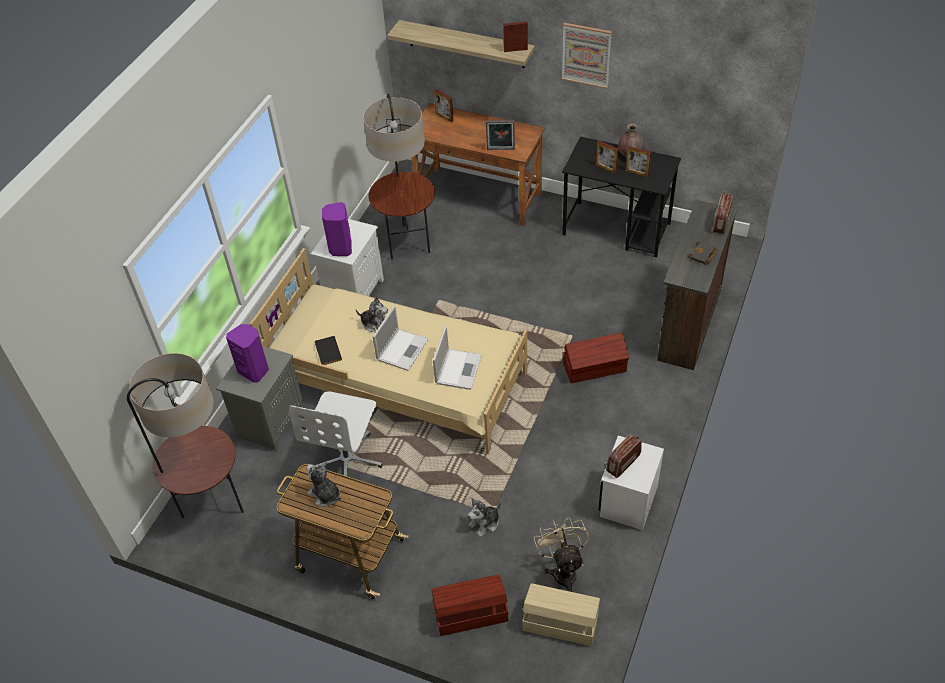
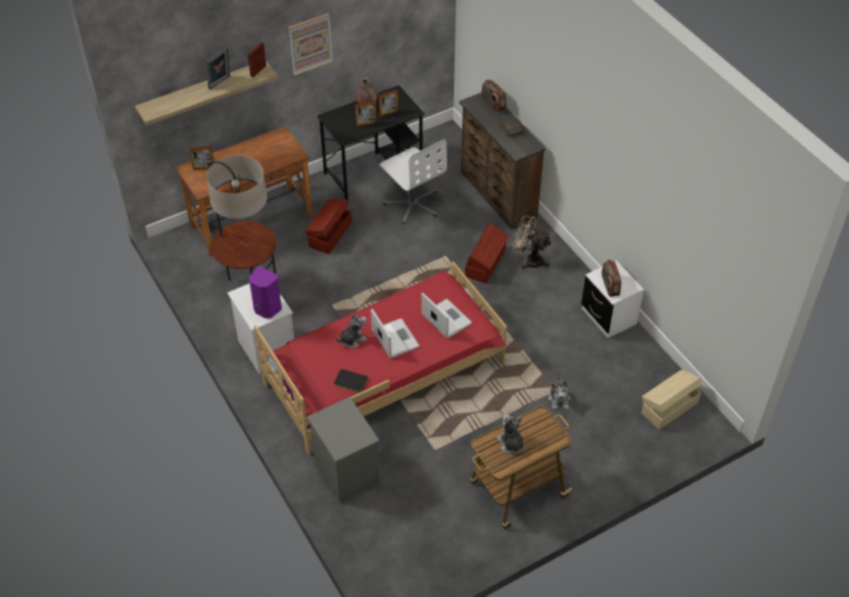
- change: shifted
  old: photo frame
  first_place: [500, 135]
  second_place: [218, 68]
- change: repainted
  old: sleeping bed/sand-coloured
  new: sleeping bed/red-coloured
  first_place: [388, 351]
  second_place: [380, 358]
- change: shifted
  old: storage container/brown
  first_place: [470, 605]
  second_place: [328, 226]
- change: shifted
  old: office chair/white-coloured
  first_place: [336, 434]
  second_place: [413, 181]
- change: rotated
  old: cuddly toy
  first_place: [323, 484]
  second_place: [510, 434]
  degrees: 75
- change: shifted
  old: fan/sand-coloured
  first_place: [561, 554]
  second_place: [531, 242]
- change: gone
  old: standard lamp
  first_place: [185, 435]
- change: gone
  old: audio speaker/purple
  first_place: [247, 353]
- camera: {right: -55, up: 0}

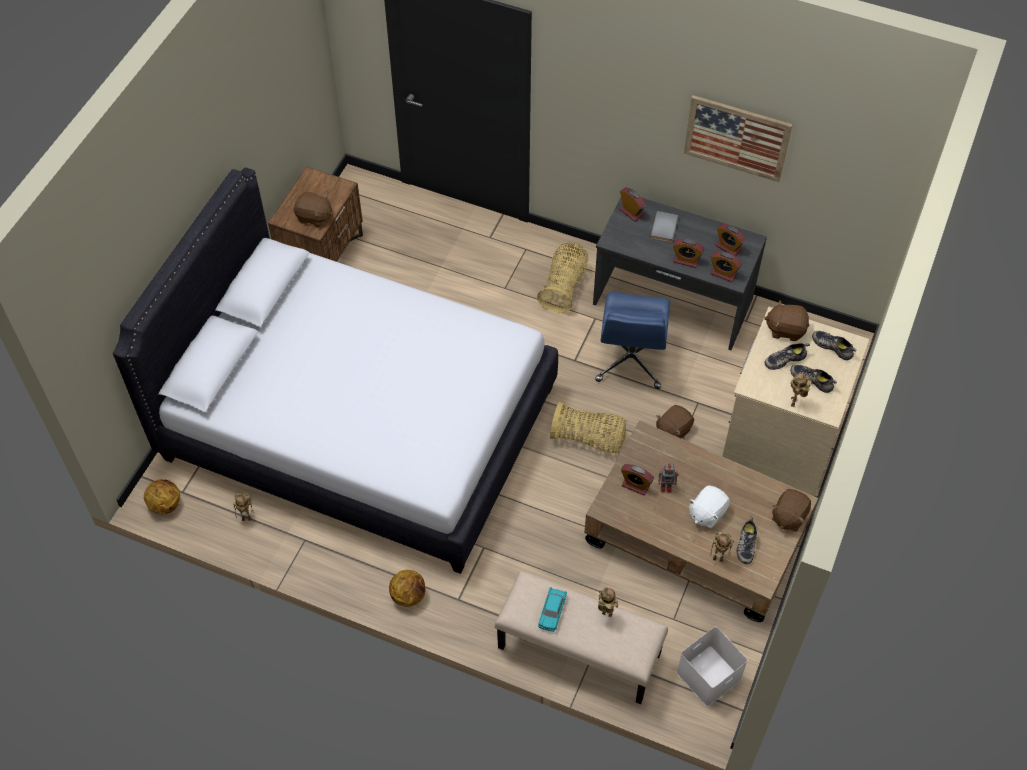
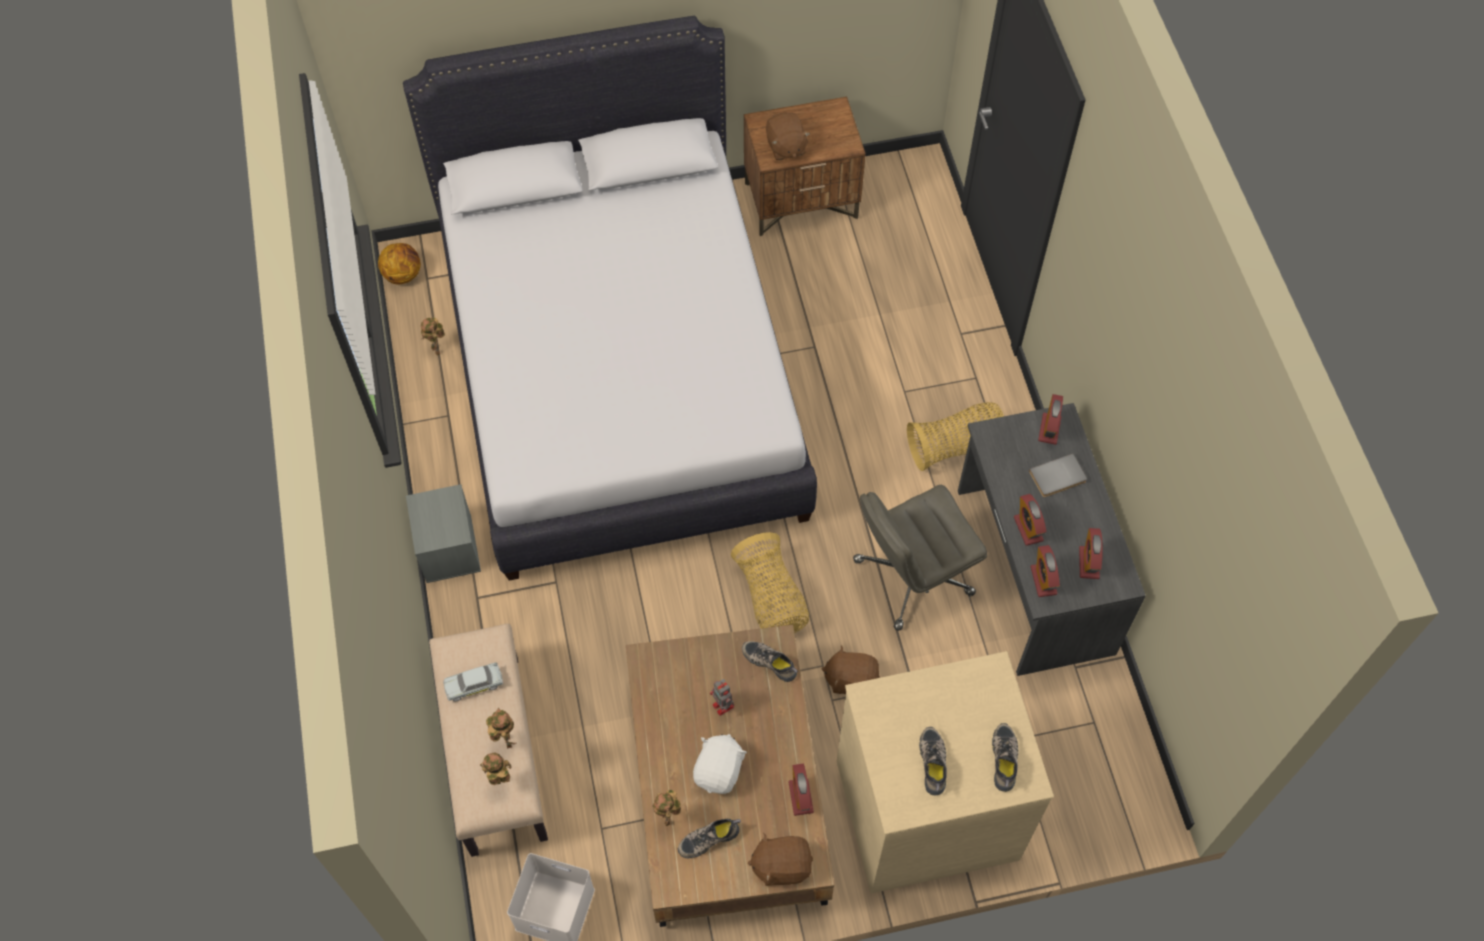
- change: swapped
  old: basketball
  new: storage container/grey
  first_place: [407, 588]
  second_place: [443, 533]
- change: repainted
  old: toy car/turquoise-coloured
  new: toy car/white-coloured
  first_place: [552, 609]
  second_place: [473, 681]
- change: shifted
  old: toy robot
  first_place: [801, 390]
  second_place: [495, 769]
- change: rotated
  old: cuddly toy/white-coloured
  first_place: [709, 507]
  second_place: [720, 764]
  degrees: 105
- change: shifted
  old: shoe
  first_place: [787, 356]
  second_place: [770, 661]
- change: shifted
  old: alarm clock
  first_place: [637, 480]
  second_place: [801, 790]
- change: repainted
  old: office chair/bluish
  new: office chair/grey
  first_place: [632, 340]
  second_place: [920, 558]
- change: gone
  old: wall picture
  first_place: [738, 138]
- change: gone
  old: cuddly toy/brown
  first_place: [786, 320]
- camera: {right: 55, up: 5}

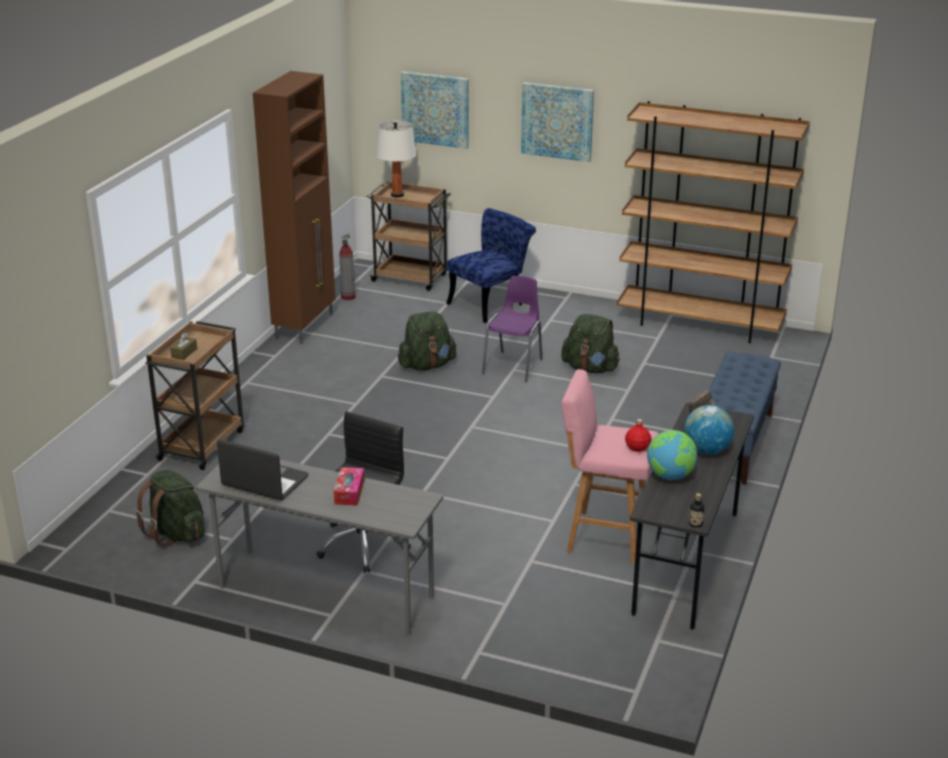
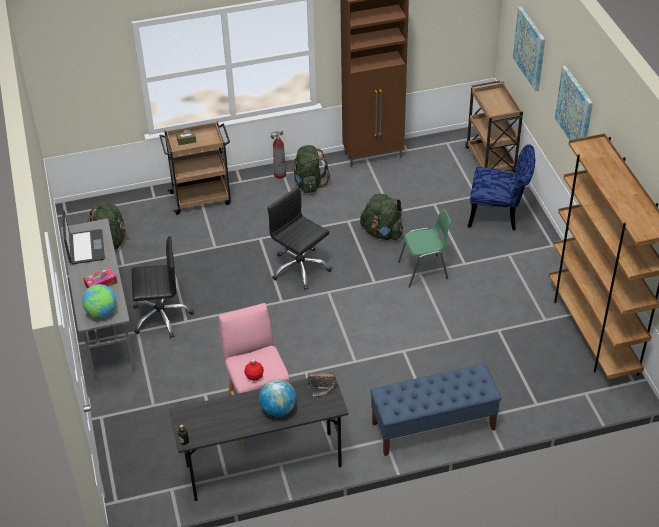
- change: shifted
  old: world globe
  first_place: [672, 455]
  second_place: [99, 301]
- change: new
  new: office chair/blackish
  second_place: [299, 238]
- change: shifted
  old: fire-fighting cylinder
  first_place: [347, 266]
  second_place: [278, 155]
- change: shifted
  old: knapsack/green
  first_place: [590, 344]
  second_place: [310, 169]
- change: repainted
  old: chair/purple
  new: chair/green
  first_place: [512, 329]
  second_place: [424, 248]
- change: gone
  old: lamp for a table/white-coloured
  first_place: [396, 159]
- camera: {right: 55, up: 15}

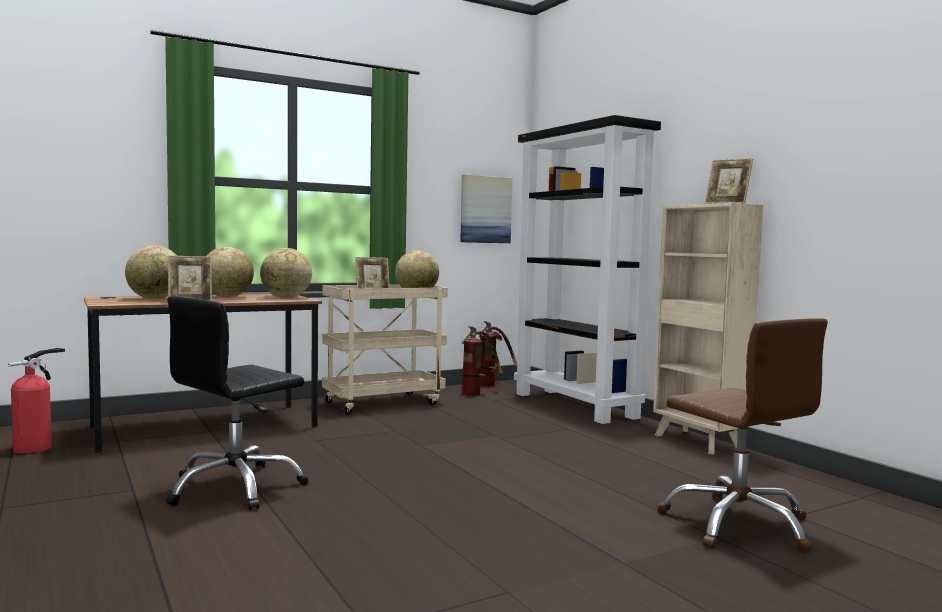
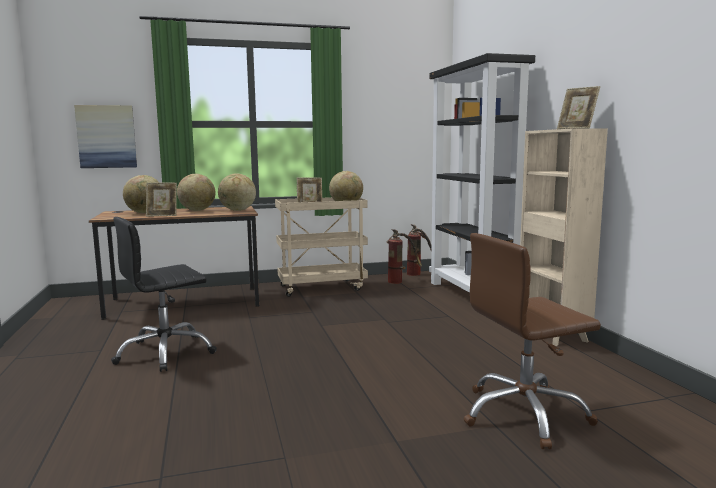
- change: shifted
  old: wall picture
  first_place: [486, 208]
  second_place: [105, 136]
- change: rotated
  old: office chair/brown
  first_place: [742, 435]
  second_place: [532, 341]
  degrees: 90
- change: gone
  old: fire-fighting cylinder
  first_place: [36, 400]
- camera: {right: 15, up: 5}

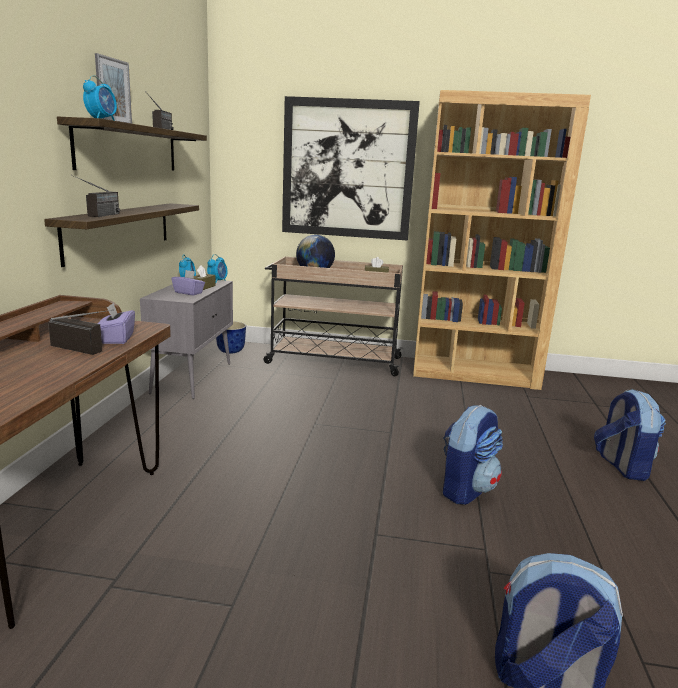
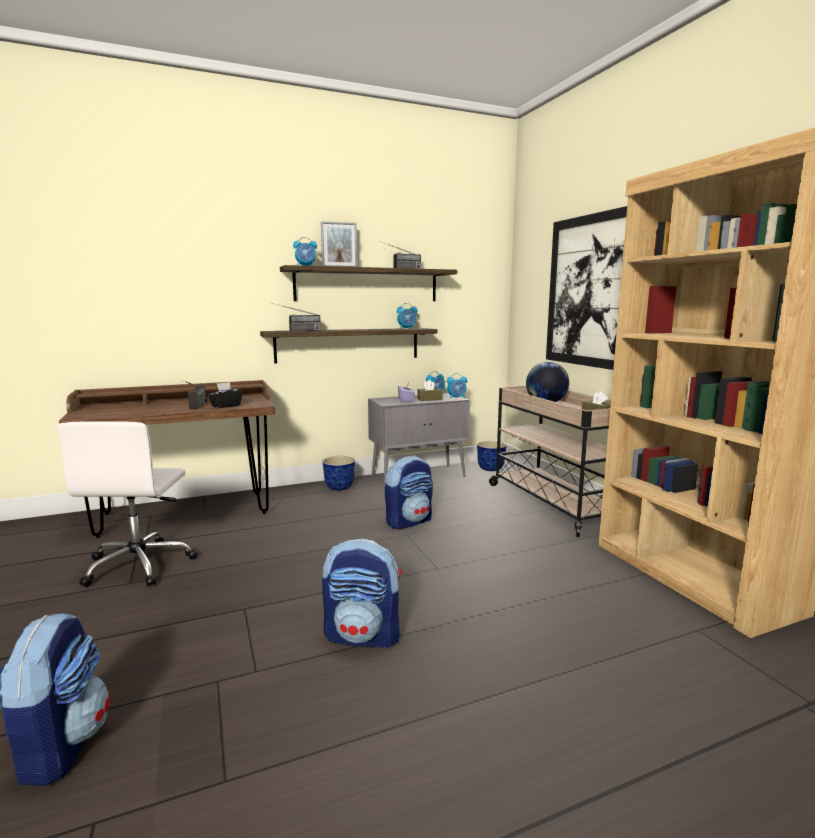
- change: new
  new: office chair/white-coloured
  second_place: [127, 504]
- change: repainted
  old: box of tissues/purple
  new: box of tissues/blackish
  first_place: [116, 323]
  second_place: [225, 395]
- change: new
  new: plant pot
  second_place: [339, 473]
- change: shifted
  old: knapsack
  first_place: [630, 435]
  second_place: [409, 492]
- change: new
  new: alarm clock
  second_place: [407, 316]
- camera: {right: 60, up: -5}

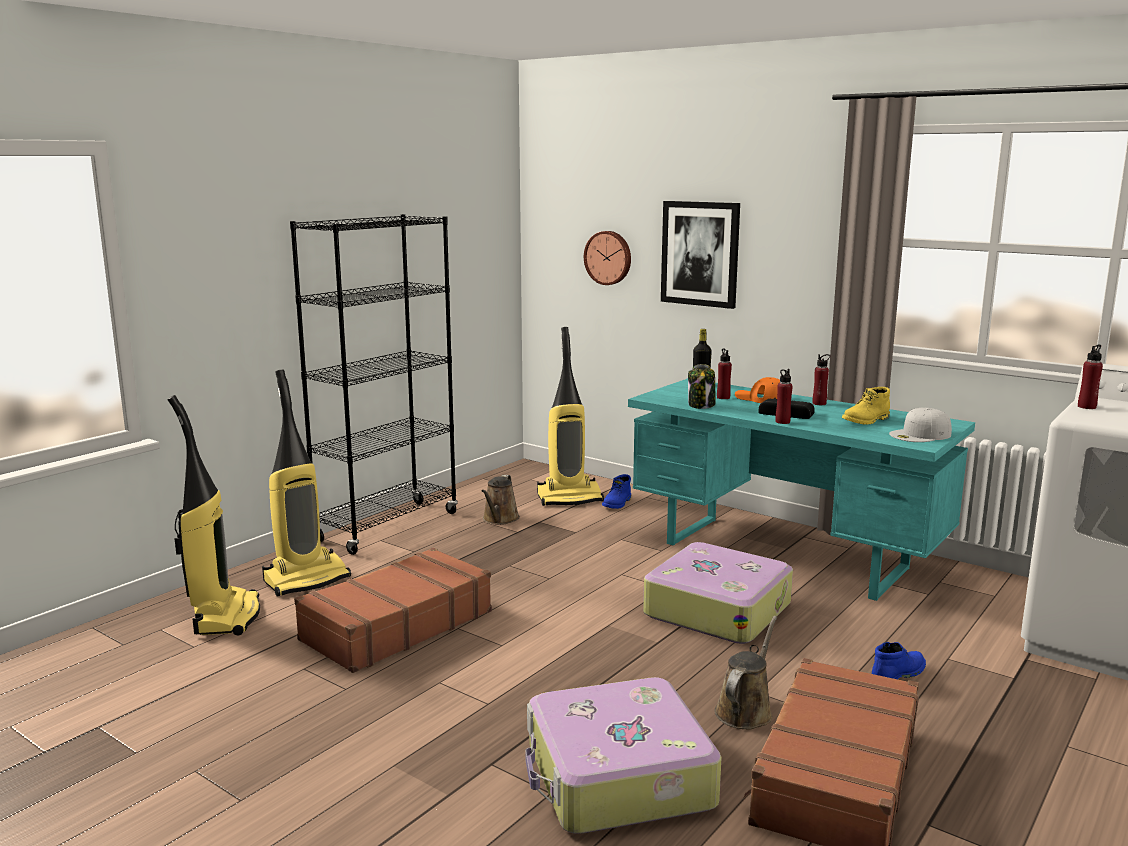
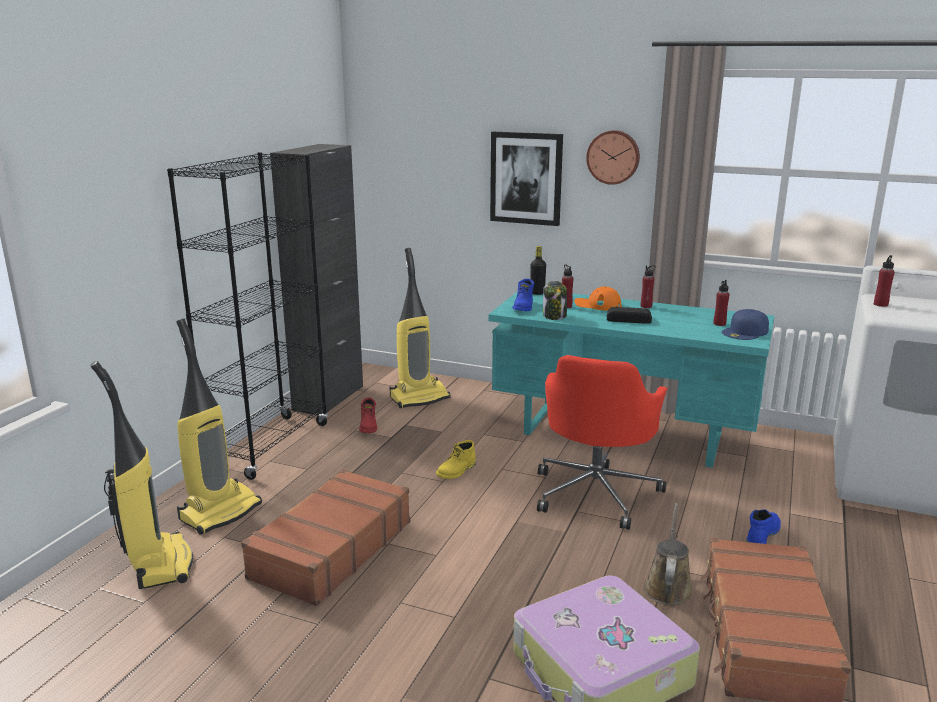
- change: new
  new: cupboard/blackish
  second_place: [316, 279]
- change: swapped
  old: watering pot/brown
  new: boot/red-coloured
  first_place: [500, 500]
  second_place: [368, 415]
- change: shifted
  old: boot/yellow
  first_place: [866, 405]
  second_place: [456, 459]
- change: shifted
  old: boot/bluish
  first_place: [616, 491]
  second_place: [523, 295]
- change: swapped
  old: travel case
  new: office chair/red-coloured
  first_place: [718, 593]
  second_place: [602, 442]
- change: shifted
  old: hanging clock
  first_place: [607, 258]
  second_place: [613, 157]
- change: shifted
  old: drink bottle/red-coloured
  first_place: [784, 396]
  second_place: [721, 303]
- change: repainted
  old: cap/white-coloured
  new: cap/bluish
  first_place: [920, 425]
  second_place: [745, 324]
- camera: {right: -15, up: 5}

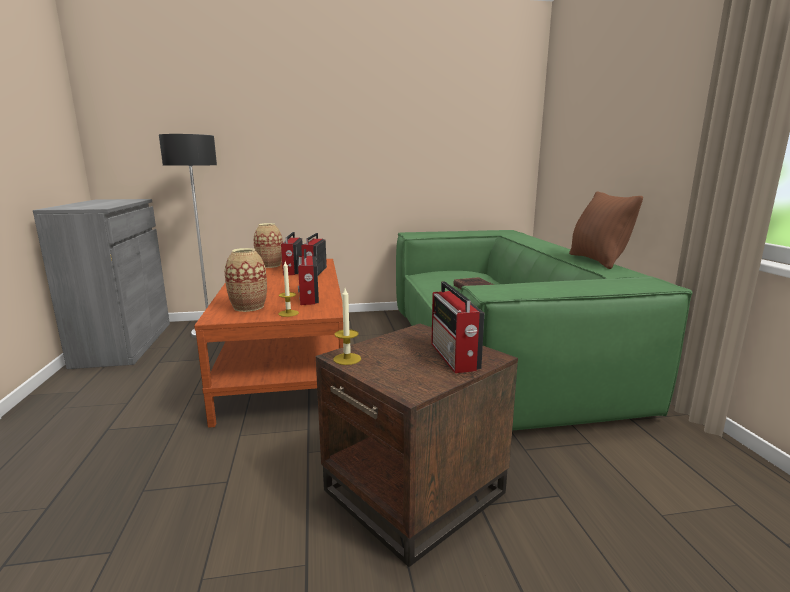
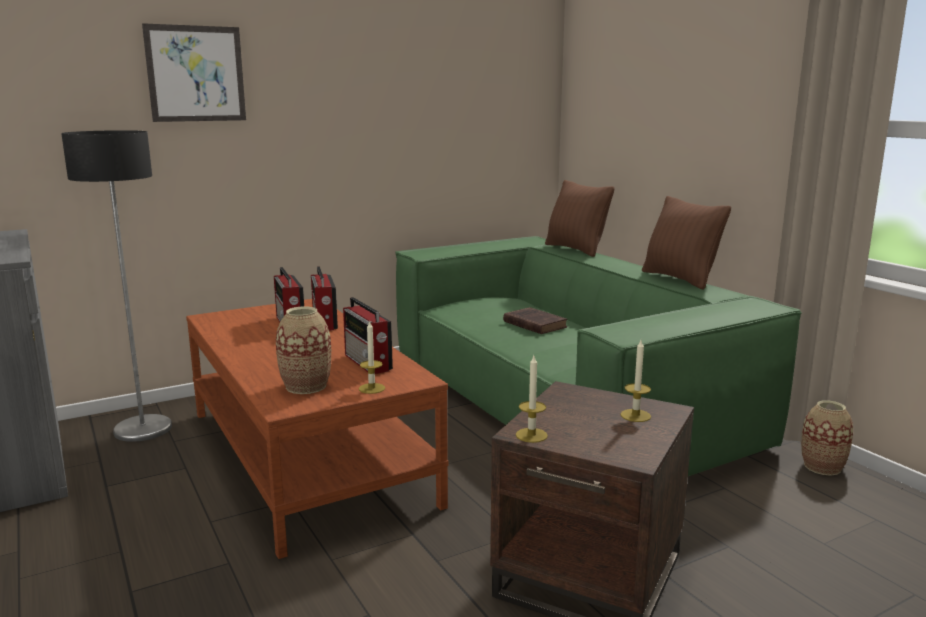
- change: new
  new: wall picture
  second_place: [194, 72]
- change: new
  new: pillow/brown
  second_place: [580, 218]
- change: swapped
  old: radio receiver
  new: wax candle
  first_place: [457, 327]
  second_place: [635, 381]
- change: shifted
  old: flower vase
  first_place: [268, 245]
  second_place: [827, 437]
- camera: {right: -20, up: 0}

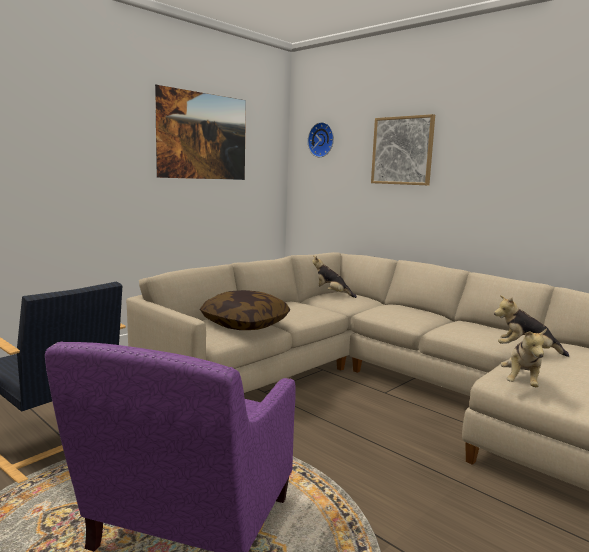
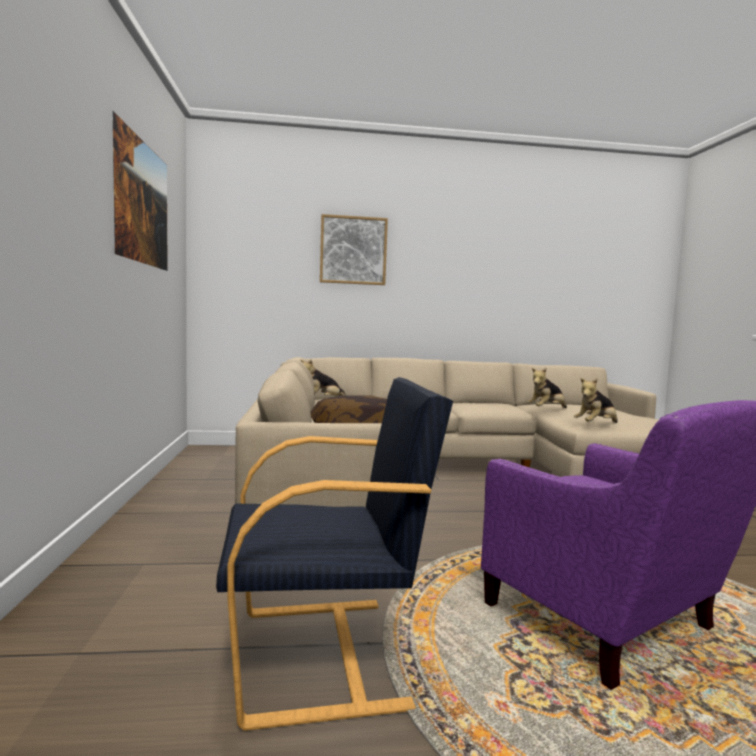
- change: rotated
  old: cuddly toy
  first_place: [524, 357]
  second_place: [595, 400]
  degrees: 90
- change: gone
  old: hanging clock
  first_place: [321, 139]
- camera: {right: -50, up: -5}

